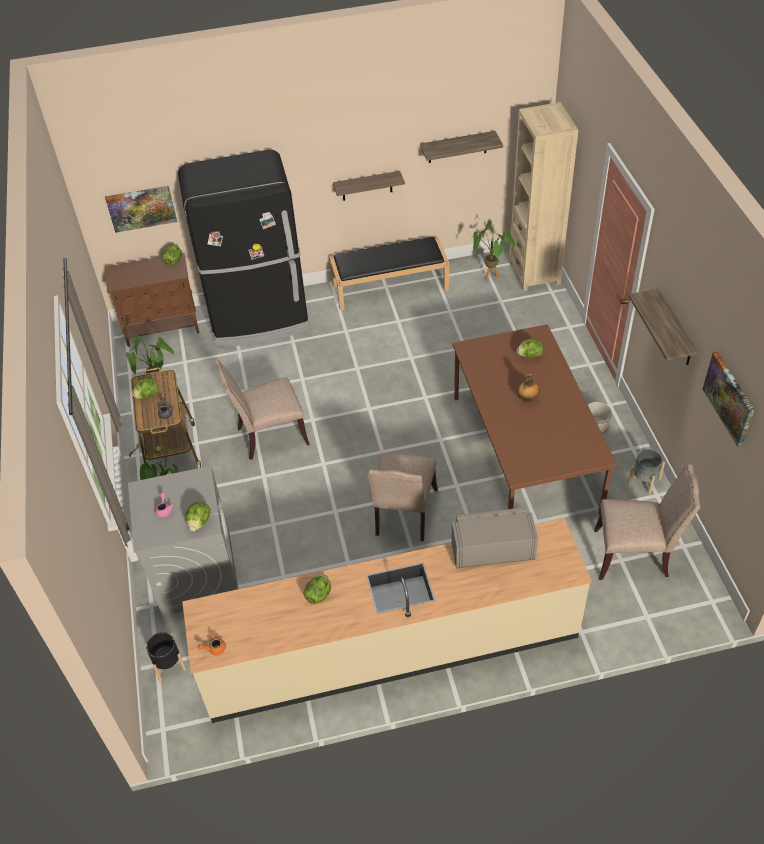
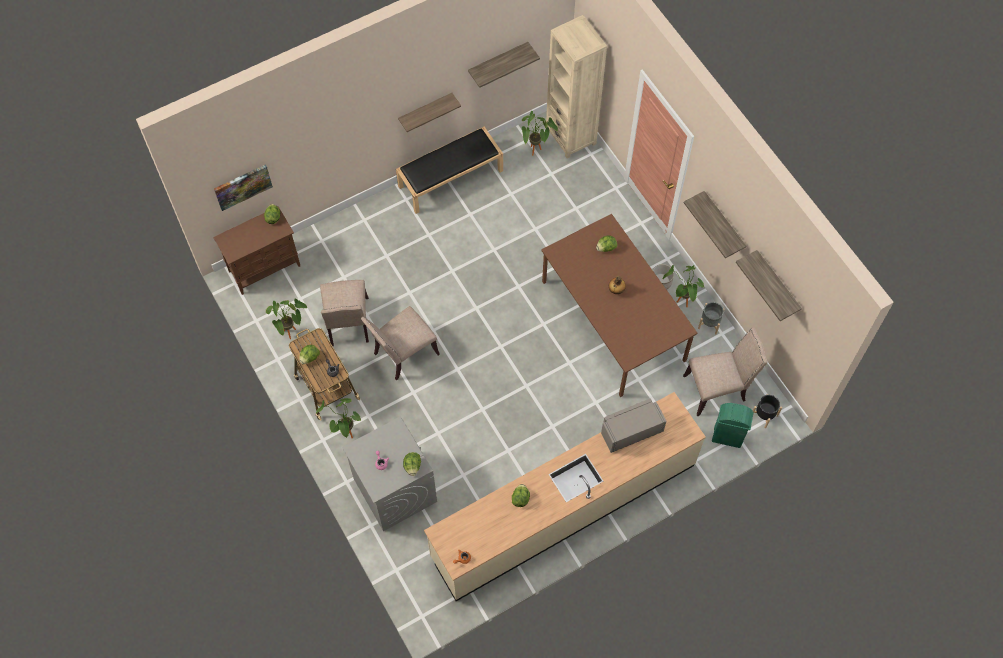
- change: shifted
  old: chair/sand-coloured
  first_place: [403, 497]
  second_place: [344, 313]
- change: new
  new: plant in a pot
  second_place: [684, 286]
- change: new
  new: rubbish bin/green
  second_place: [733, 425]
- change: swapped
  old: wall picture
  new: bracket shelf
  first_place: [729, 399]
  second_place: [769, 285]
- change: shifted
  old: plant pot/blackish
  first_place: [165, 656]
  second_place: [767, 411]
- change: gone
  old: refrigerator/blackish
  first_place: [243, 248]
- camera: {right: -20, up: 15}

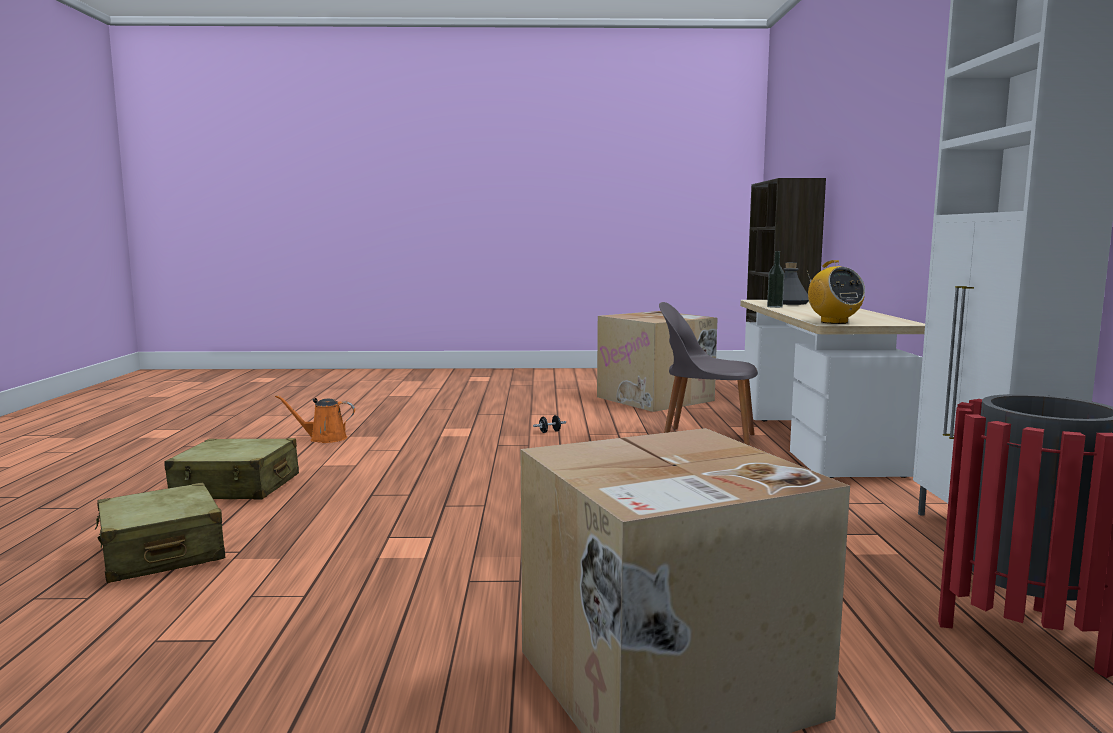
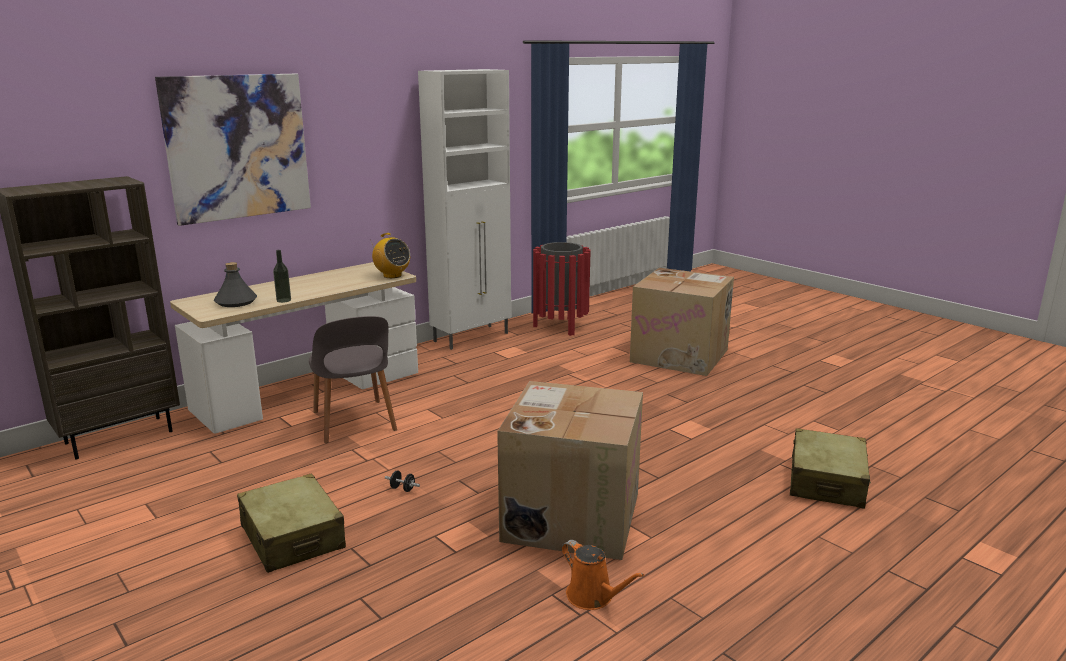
- change: new
  new: wall picture
  second_place: [233, 150]
- change: shifted
  old: travel case/sand-coloured
  first_place: [231, 469]
  second_place: [291, 523]
- change: rotated
  old: radio receiver
  first_place: [836, 292]
  second_place: [390, 255]
  degrees: 105
- change: shifted
  old: cardboard box
  first_place: [657, 361]
  second_place: [570, 470]
- camera: {right: -130, up: 10}

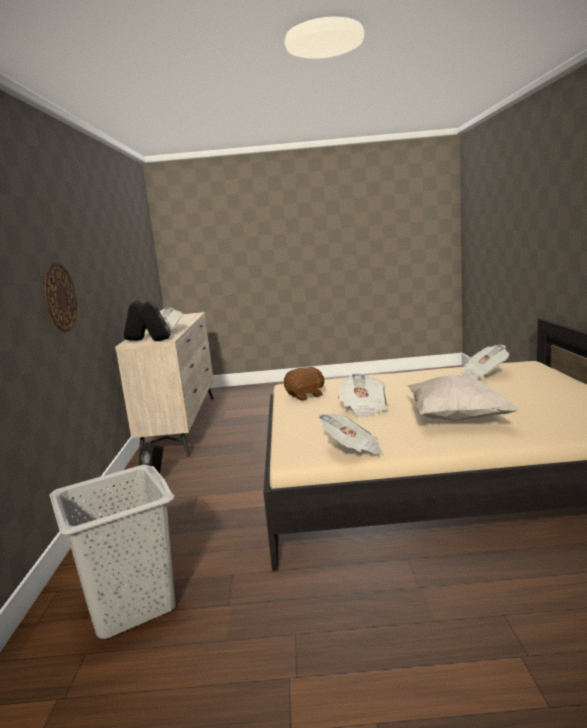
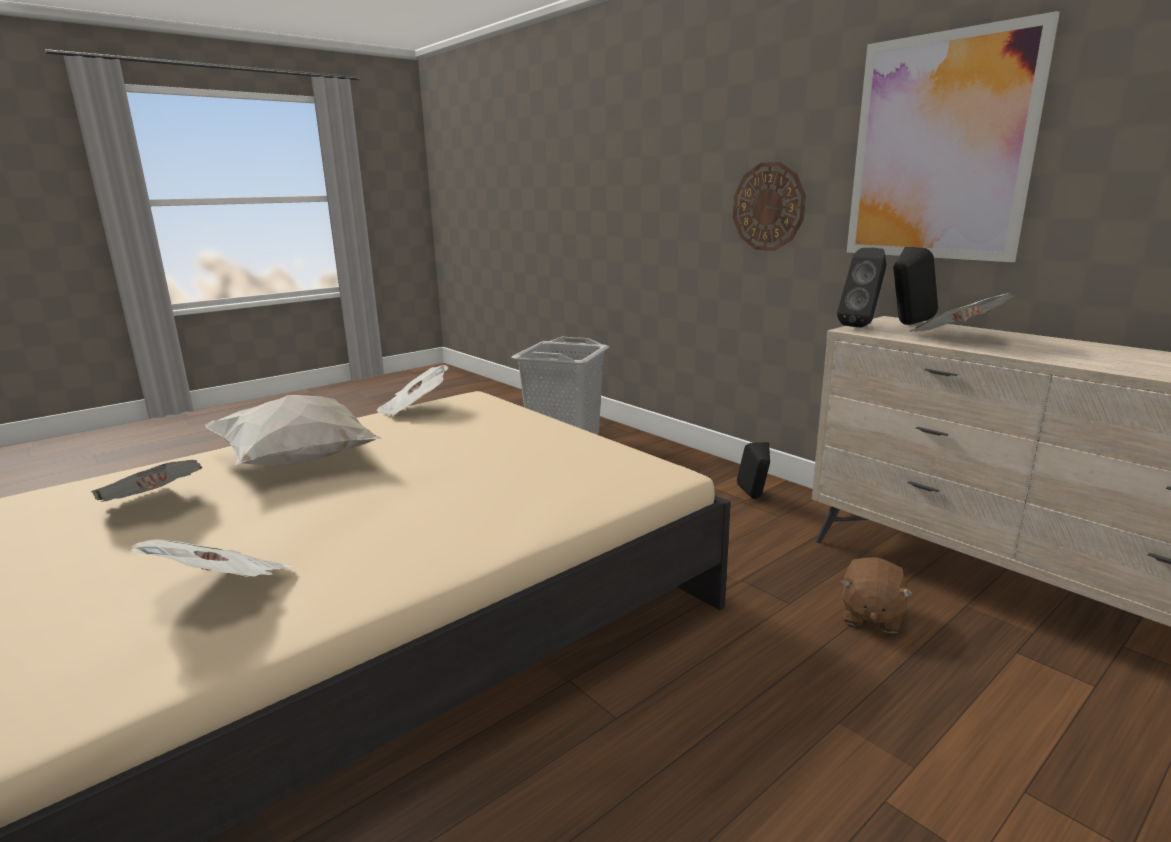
- change: shifted
  old: daily paper
  first_place: [363, 395]
  second_place: [147, 481]
- change: shifted
  old: cuddly toy/brown
  first_place: [304, 384]
  second_place: [876, 595]
- change: new
  new: wall picture
  second_place: [953, 136]
- camera: {right: 140, up: 5}

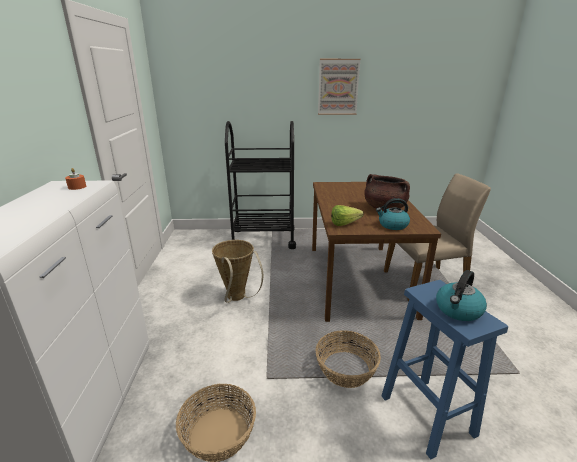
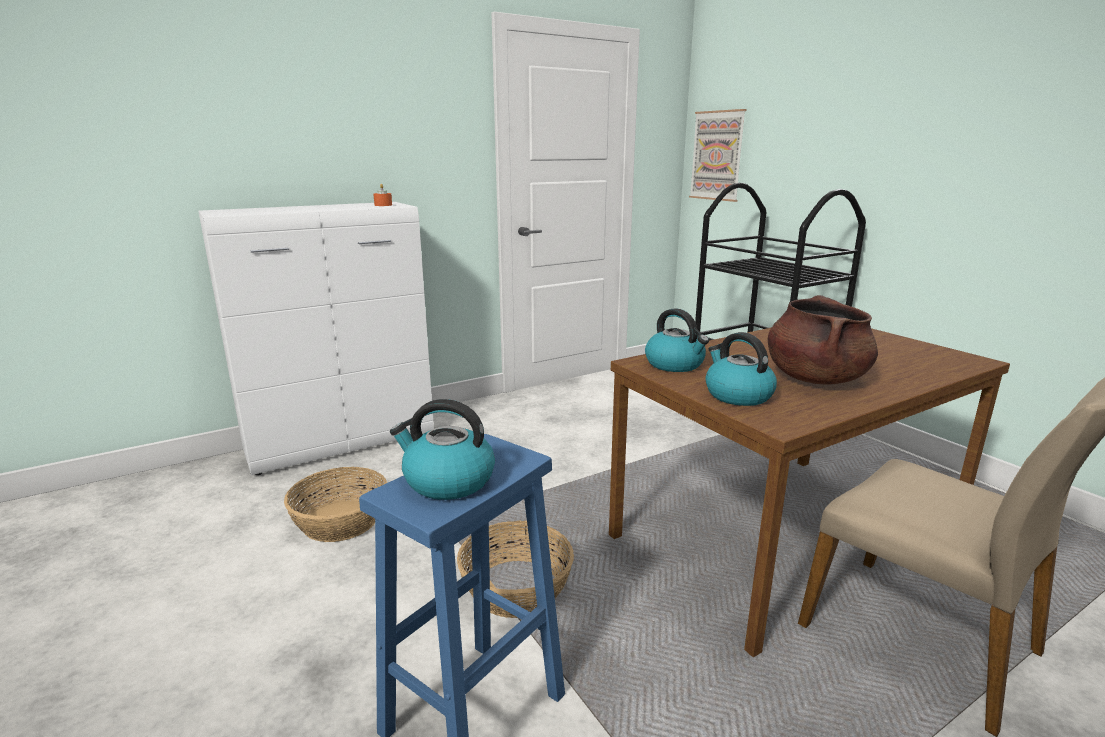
- change: swapped
  old: lettuce
  new: water kettle
  first_place: [347, 215]
  second_place: [677, 340]
- change: shifted
  old: wall picture
  first_place: [339, 87]
  second_place: [717, 155]
- change: gone
  old: storage basket
  first_place: [237, 271]
- camera: {right: 60, up: -5}

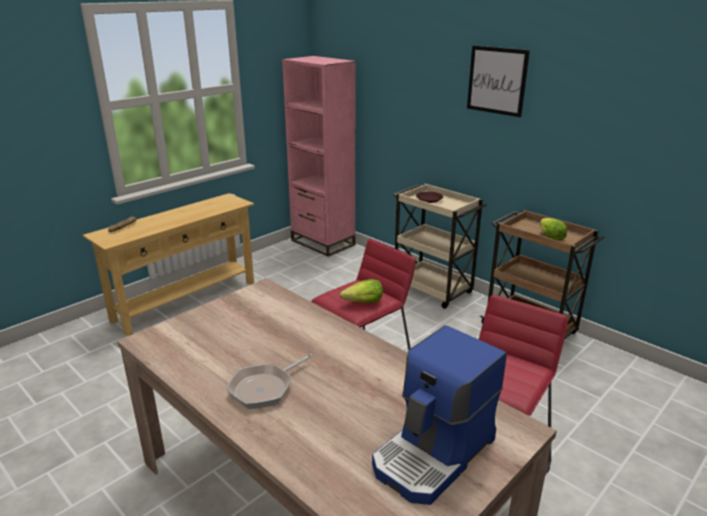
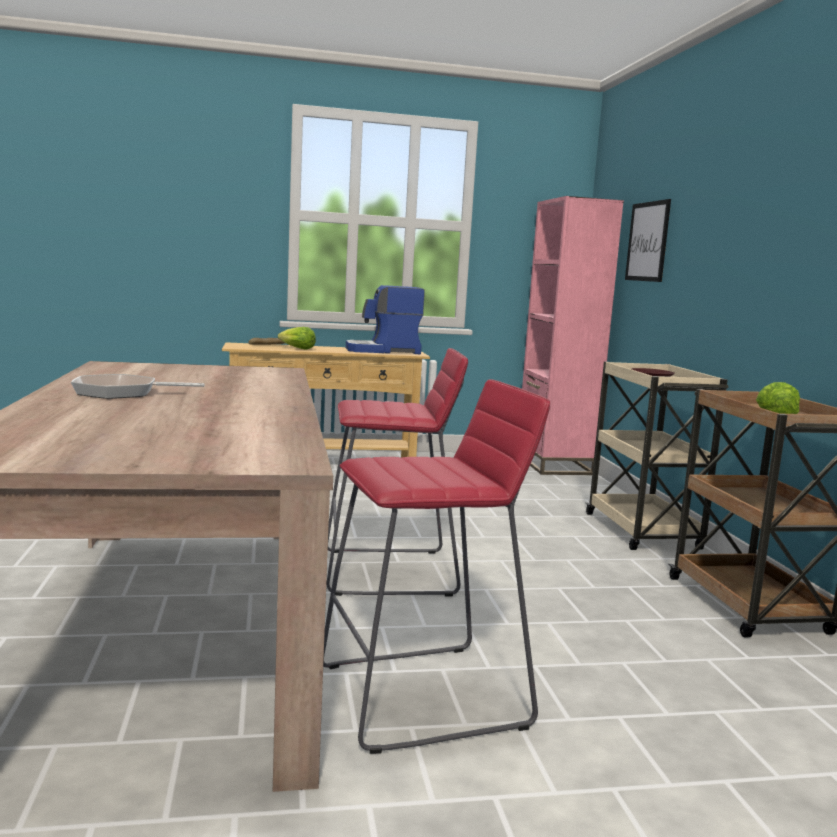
- change: shifted
  old: lettuce
  first_place: [361, 291]
  second_place: [297, 338]
- change: shifted
  old: coffee brewer
  first_place: [439, 415]
  second_place: [385, 319]
- change: shifted
  old: wall picture
  first_place: [498, 81]
  second_place: [648, 240]
- camera: {right: 35, up: -15}

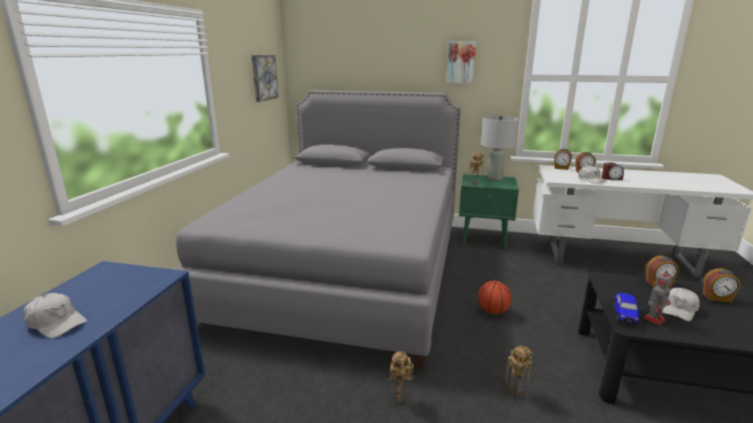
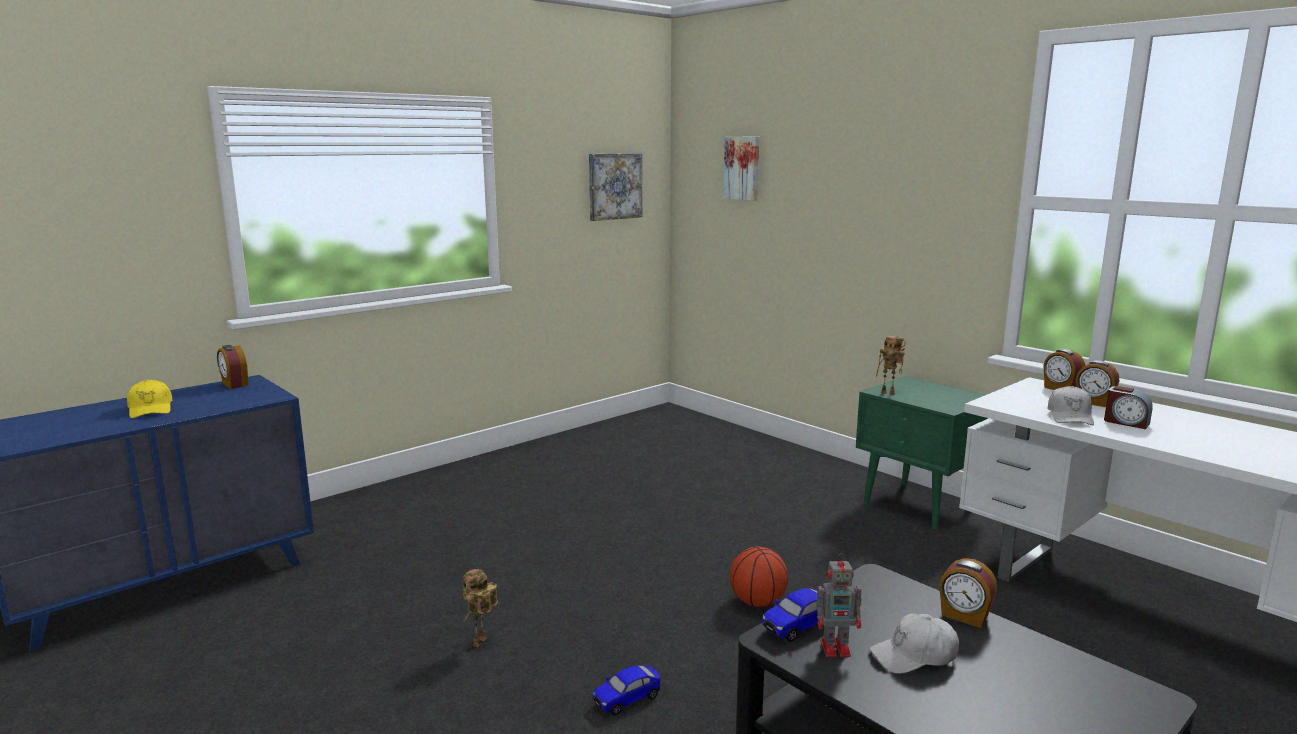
- change: repainted
  old: cap/white-coloured
  new: cap/yellow
  first_place: [55, 315]
  second_place: [149, 398]
- change: shifted
  old: alarm clock
  first_place: [721, 285]
  second_place: [233, 367]
- change: swapped
  old: toy robot
  new: toy car
  first_place: [520, 371]
  second_place: [627, 690]
- change: shifted
  old: wall picture
  first_place: [461, 62]
  second_place: [741, 169]
- change: gone
  old: sleeping bed/grey
  first_place: [316, 229]
- change: gone
  old: lamp for a table/grey
  first_place: [500, 148]
- camera: {right: 35, up: -5}

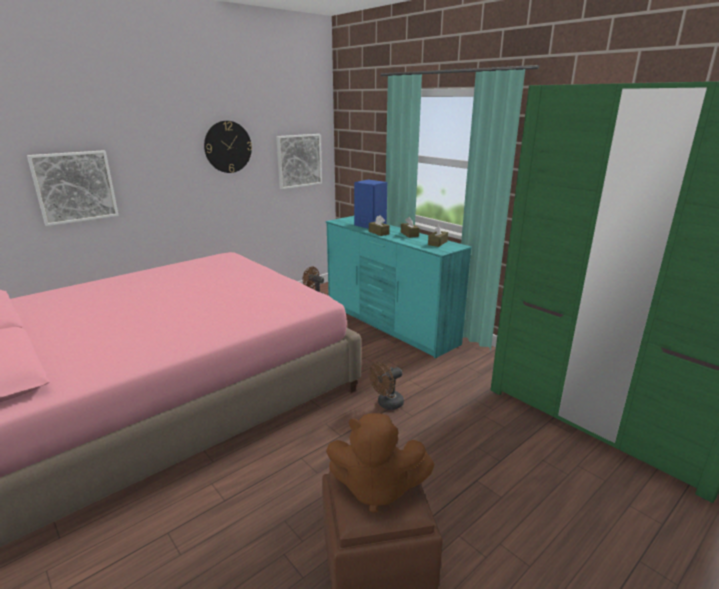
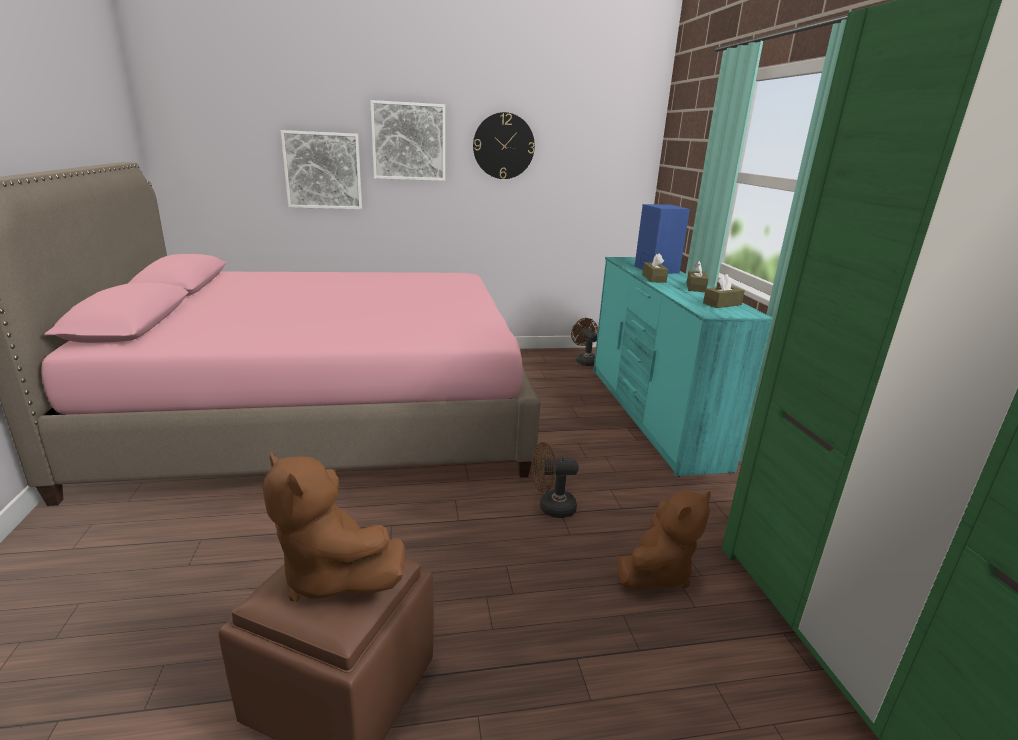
- change: shifted
  old: wall picture
  first_place: [299, 161]
  second_place: [407, 140]
- change: new
  new: cuddly toy/brown
  second_place: [663, 540]
- camera: {right: 30, up: 0}

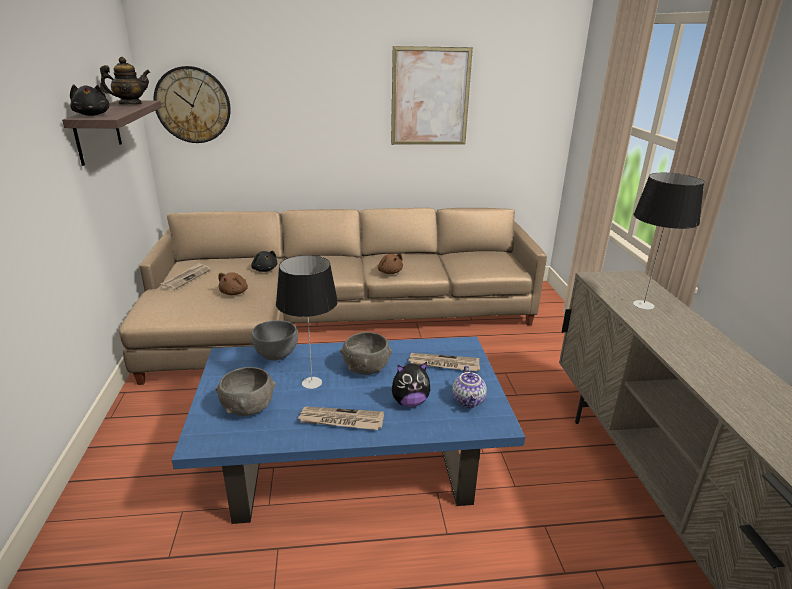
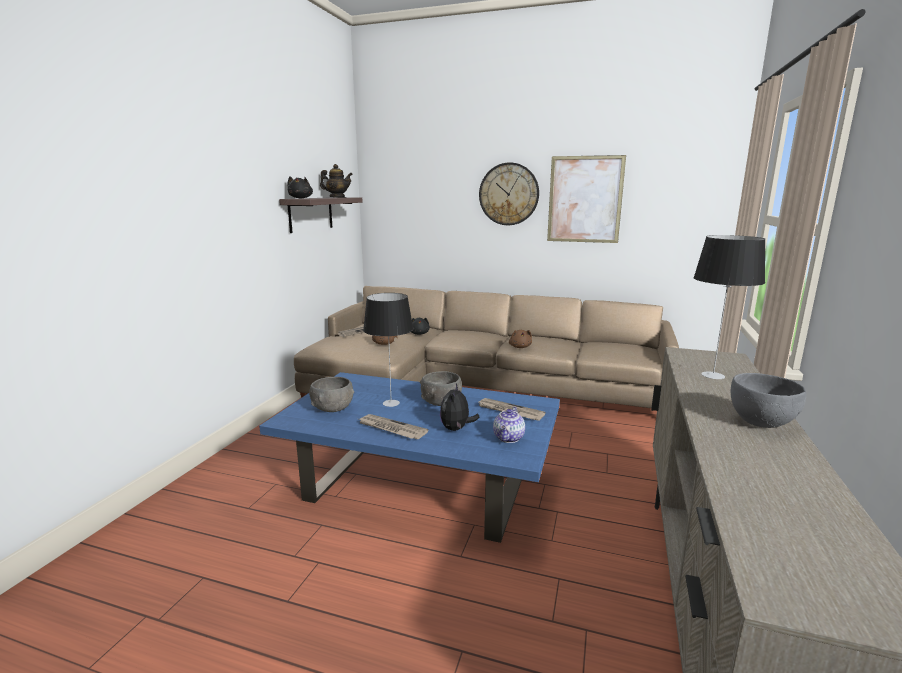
- change: rotated
  old: cuddly toy
  first_place: [411, 384]
  second_place: [459, 407]
  degrees: 90
- change: shifted
  old: hanging clock
  first_place: [192, 104]
  second_place: [509, 193]
- change: shifted
  old: bowl/grey
  first_place: [274, 340]
  second_place: [768, 400]
- camera: {right: 25, up: -10}

